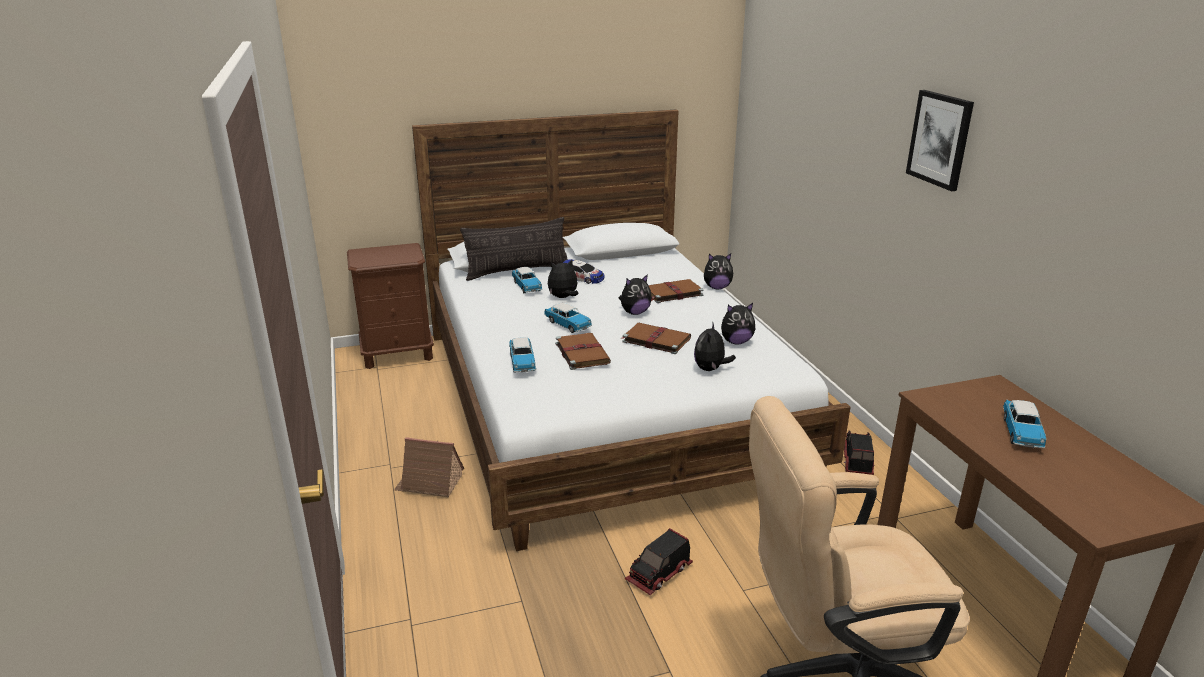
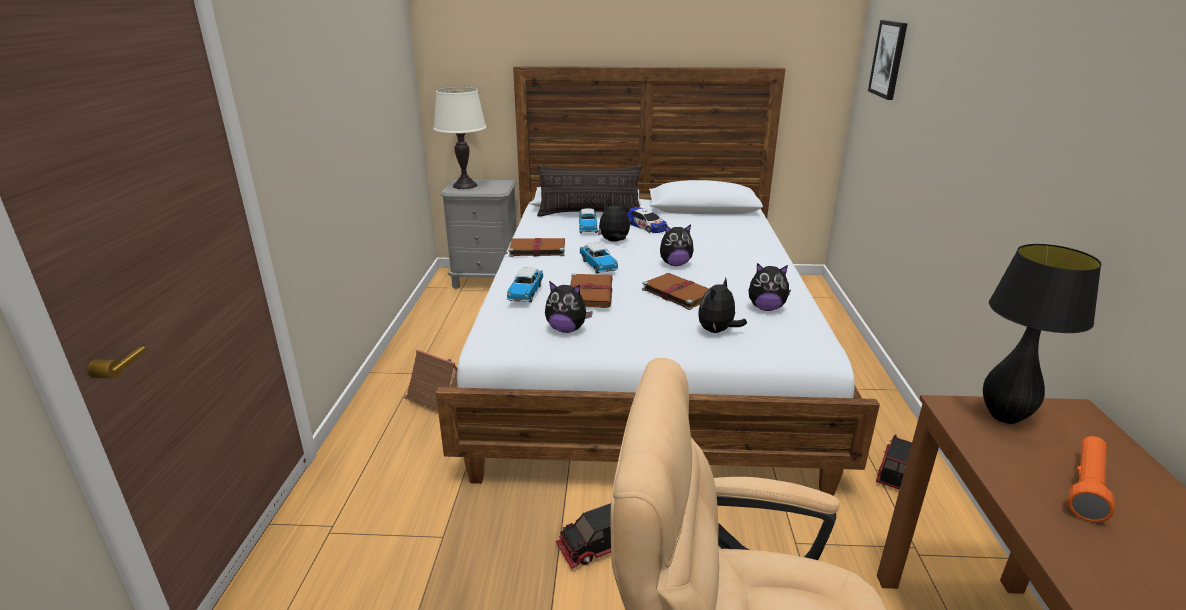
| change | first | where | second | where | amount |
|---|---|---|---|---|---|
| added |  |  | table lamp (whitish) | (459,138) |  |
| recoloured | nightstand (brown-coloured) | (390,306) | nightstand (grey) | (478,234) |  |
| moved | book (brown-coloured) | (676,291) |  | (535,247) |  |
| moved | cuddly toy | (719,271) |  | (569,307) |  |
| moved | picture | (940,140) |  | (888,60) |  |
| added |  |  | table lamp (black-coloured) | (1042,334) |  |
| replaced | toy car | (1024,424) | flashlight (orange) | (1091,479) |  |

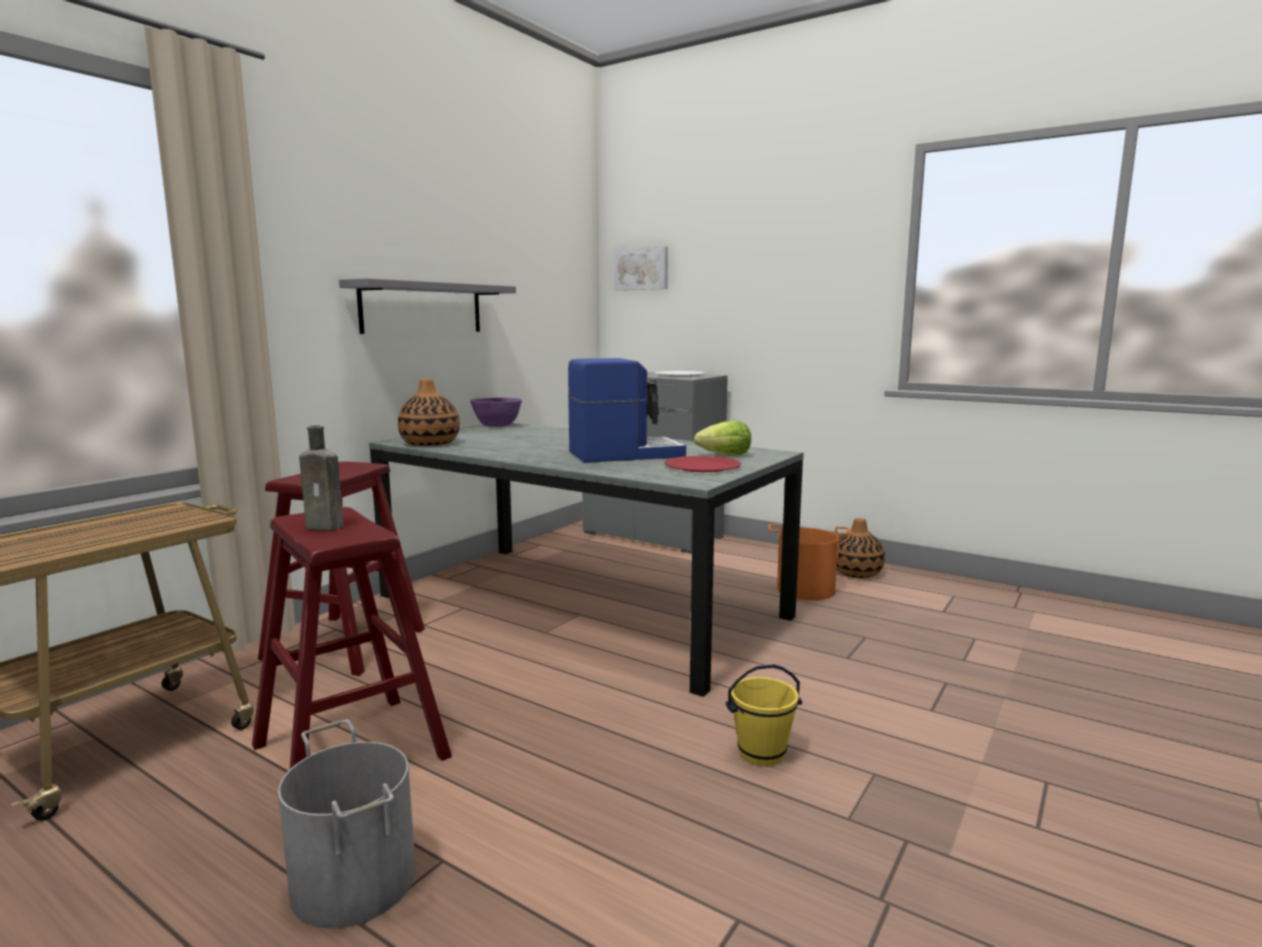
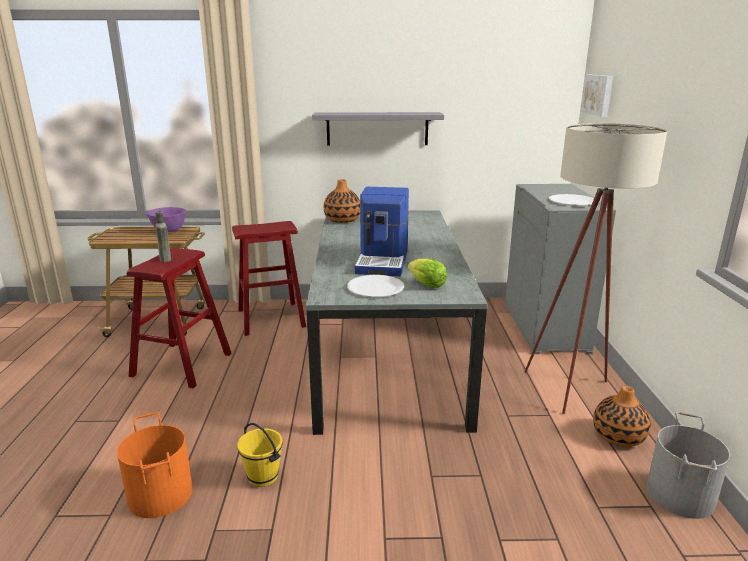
| change | first | where | second | where | amount |
|---|---|---|---|---|---|
| moved | bucket (orange) | (809,562) |  | (155,465) |  |
| moved | deep dish (purple) | (496,412) |  | (166,219) |  |
| recoloured | flat dish (red-coloured) | (702,464) | flat dish (whitish) | (375,286) |  |
| turned | coffee machine | (627,410) |  | (382,231) | 60 degrees clockwise |
| added |  |  | standing lamp (beige) | (595,268) |  |
| moved | bucket (grey) | (347,824) |  | (688,465) |  |

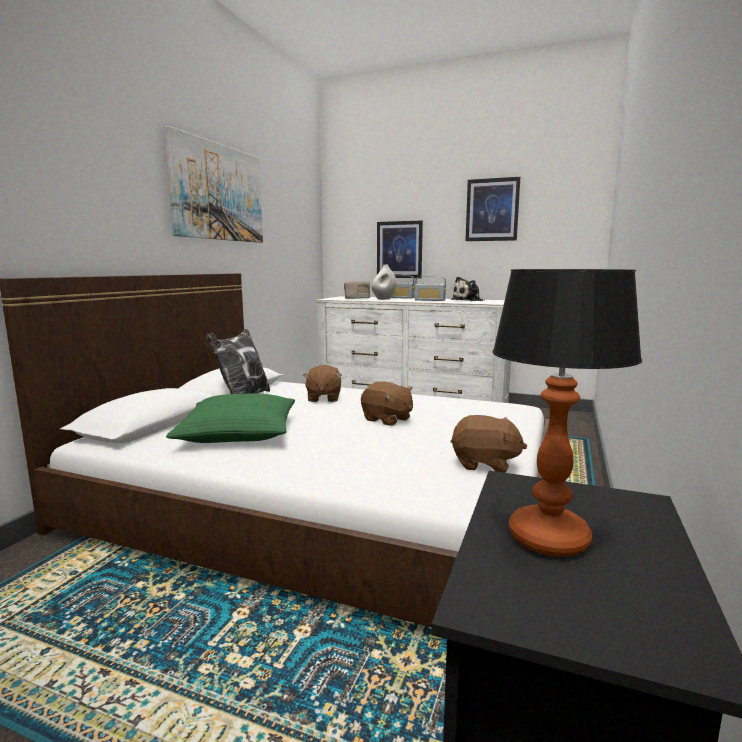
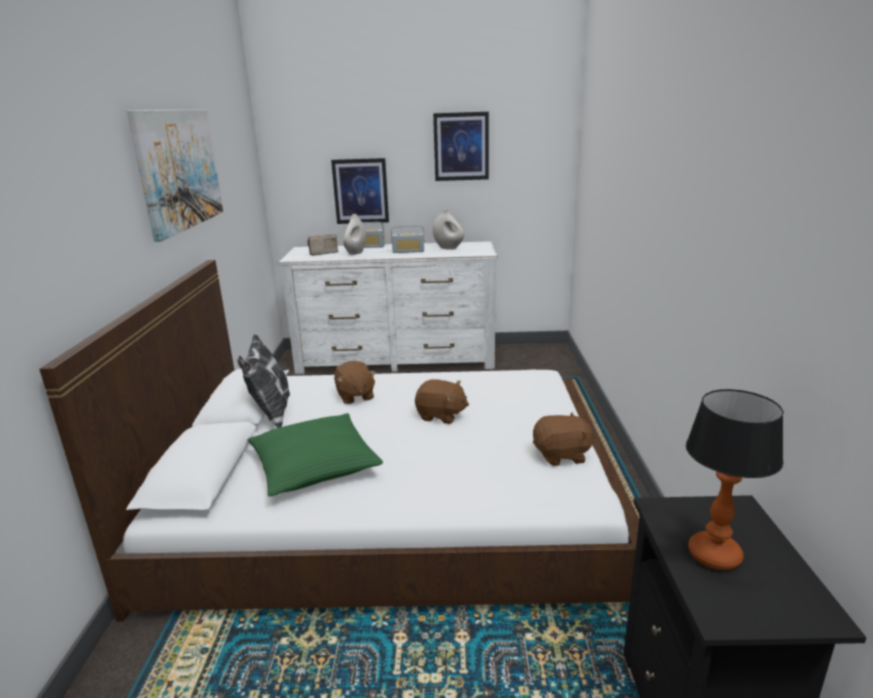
| change | first | where | second | where | amount |
|---|---|---|---|---|---|
| replaced | cuddly toy | (468,289) | decorative vase (whitish) | (448,230) |  |

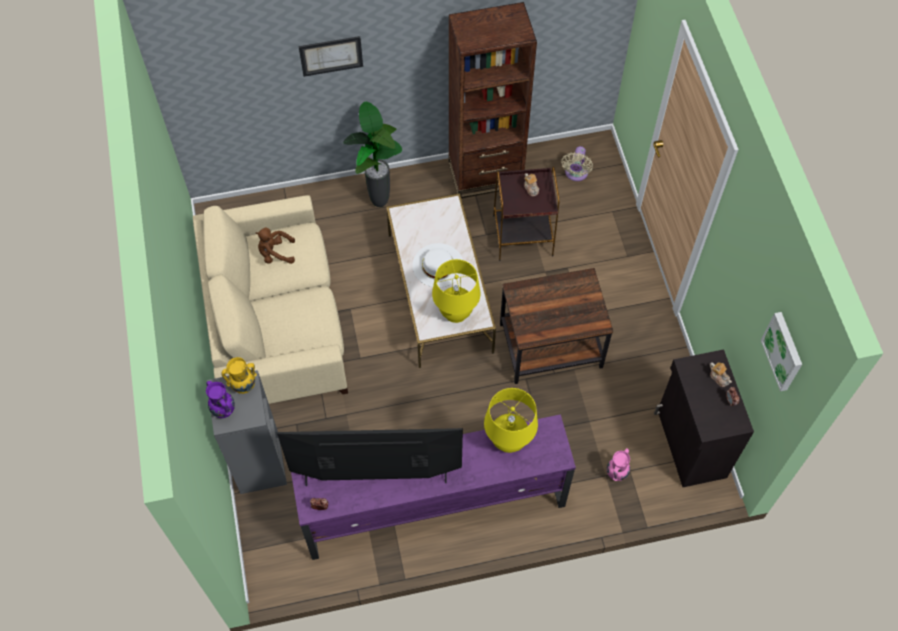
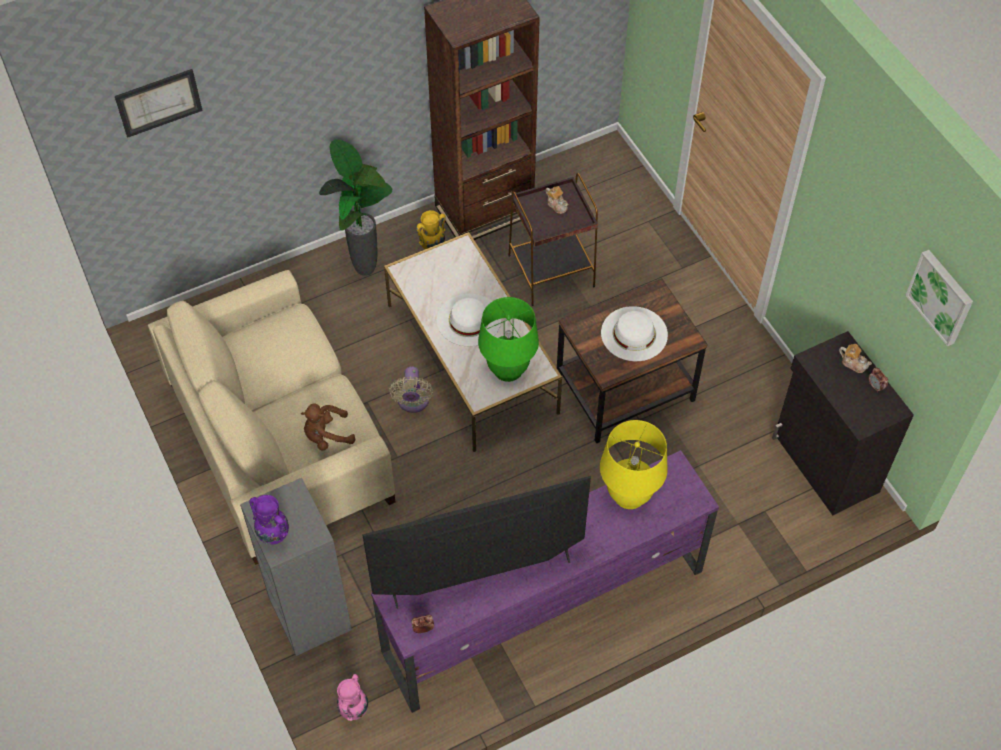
| change | first | where | second | where | amount |
|---|---|---|---|---|---|
| moved | picture | (331,56) |  | (159,103) |  |
| moved | cuddly toy (brown-coloured) | (275,245) |  | (328,427) |  |
| moved | decorative vase (pink-coloured) | (618,464) |  | (352,697) |  |
| moved | fan (beige) | (577,163) |  | (411,389) |  |
| moved | decorative vase (yellow-coloured) | (239,375) |  | (431,229) |  |
| recoloured | table lamp (yellow-coloured) | (456,291) | table lamp (green) | (508,339) |  |
| added |  |  | wearable hat (whitish) | (634,333) |  |

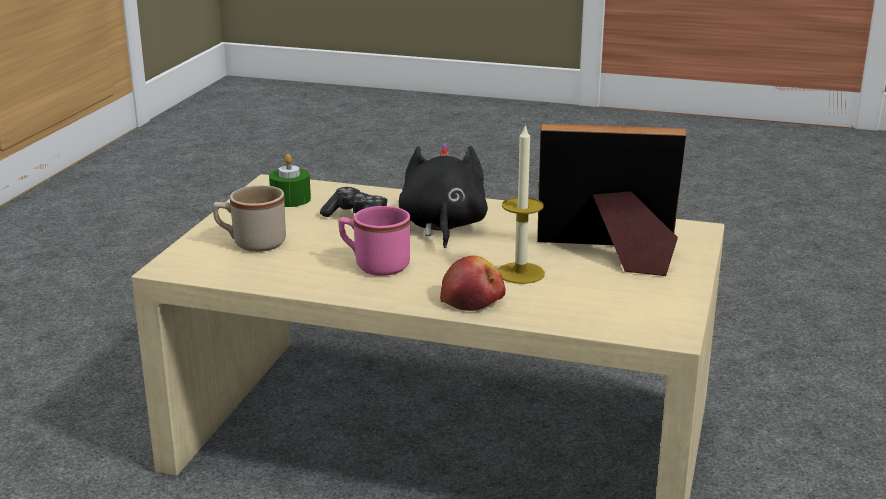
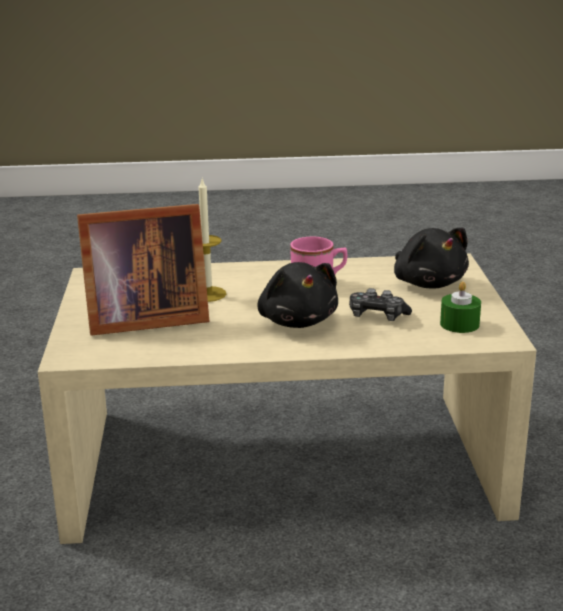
| change | first | where | second | where | amount |
|---|---|---|---|---|---|
| replaced | coffee mug (beige) | (249,218) | cuddly toy (black-coloured) | (431,258) |  |
| removed | apple fruit | (473,283) |  |  |  |

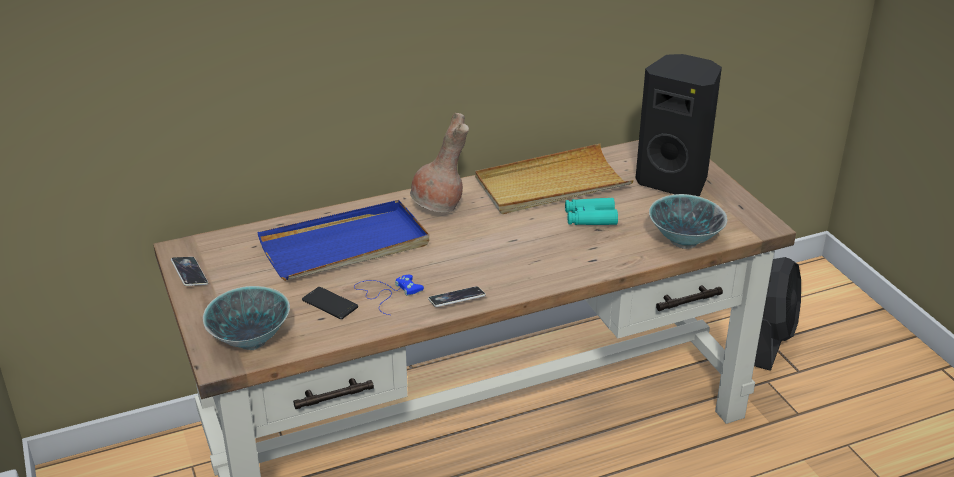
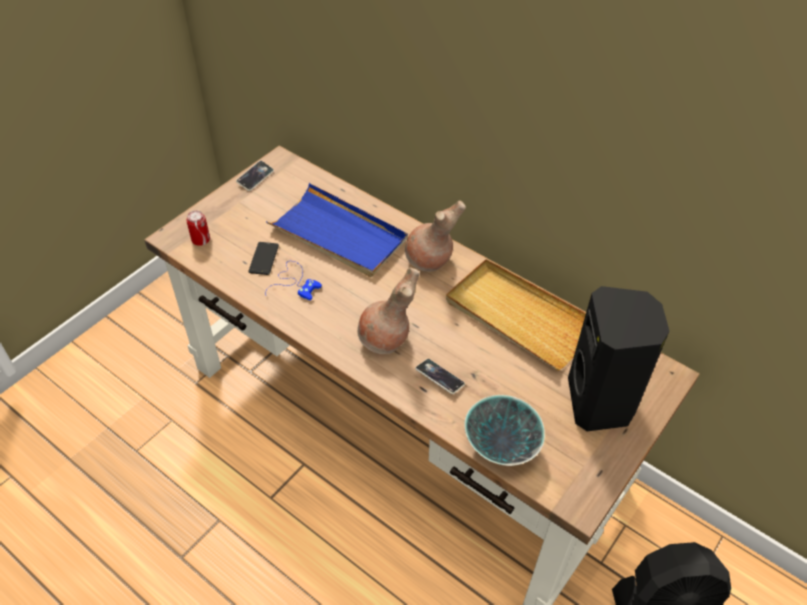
| change | first | where | second | where | amount |
|---|---|---|---|---|---|
| replaced | deep dish | (246,318) | can | (198,228) |  |
| added |  |  | decorative vase (brown-coloured) | (388,310) |  |
| moved | phone | (457,296) |  | (440,376) |  |
| removed | pair of binoculars (blue-green) | (591,211) |  |  |  |

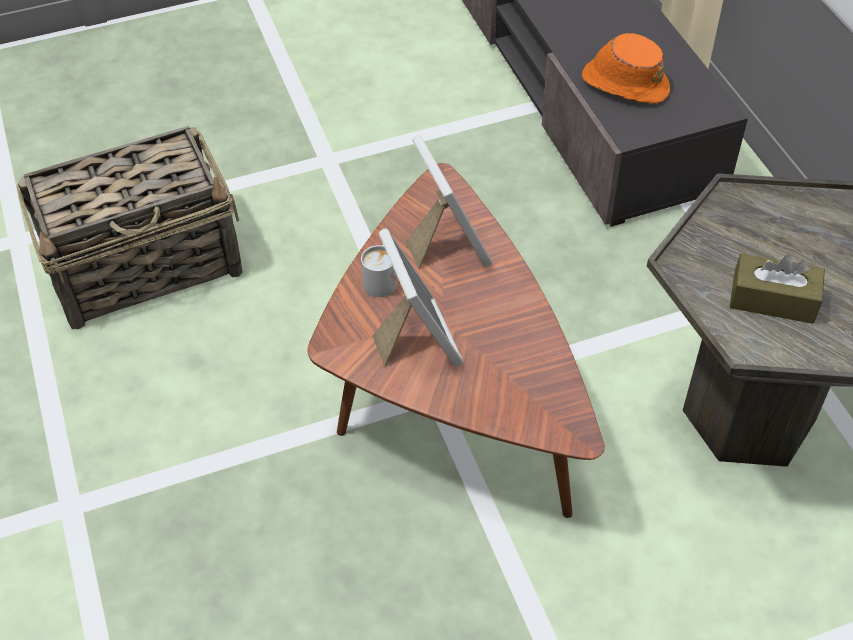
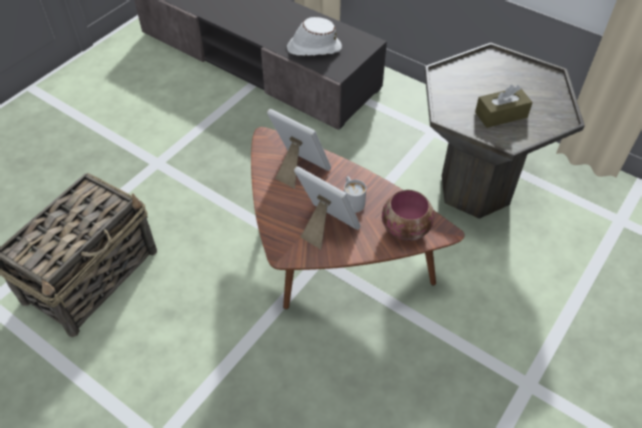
| change | first | where | second | where | amount |
|---|---|---|---|---|---|
| recoloured | wearable hat (orange) | (626,68) | wearable hat (whitish) | (314,36) |  |
| moved | coffee mug (whitish) | (379,271) |  | (355,194) |  |
| added |  |  | deep dish | (408,215) |  |

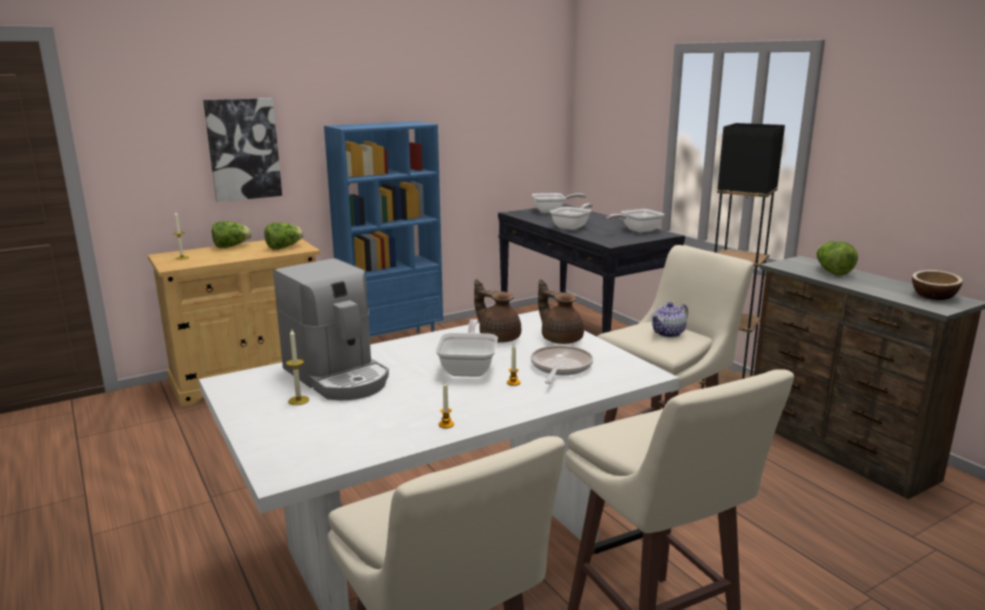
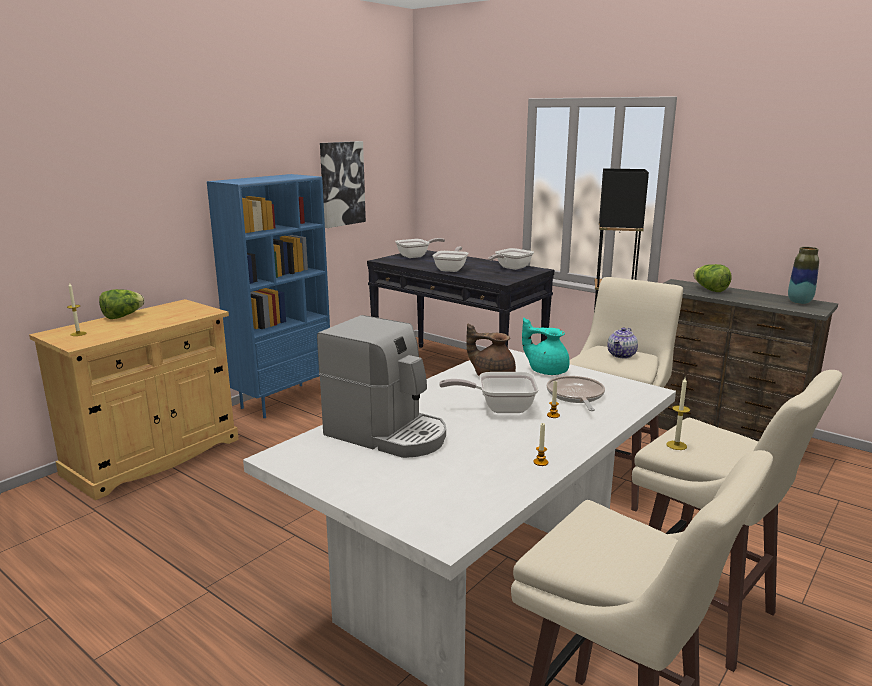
| change | first | where | second | where | amount |
|---|---|---|---|---|---|
| moved | picture | (242,150) |  | (343,184) |  |
| turned | pan | (466,348) |  | (489,392) | 75 degrees counterclockwise |
| recoloured | tea pot (brown-coloured) | (561,311) | tea pot (blue-green) | (546,346) |  |
| moved | wax light | (297,367) |  | (678,414) |  |
| replaced | deep dish | (937,285) | decorative vase | (803,275) |  |
| removed | lettuce | (284,236) |  |  |  |

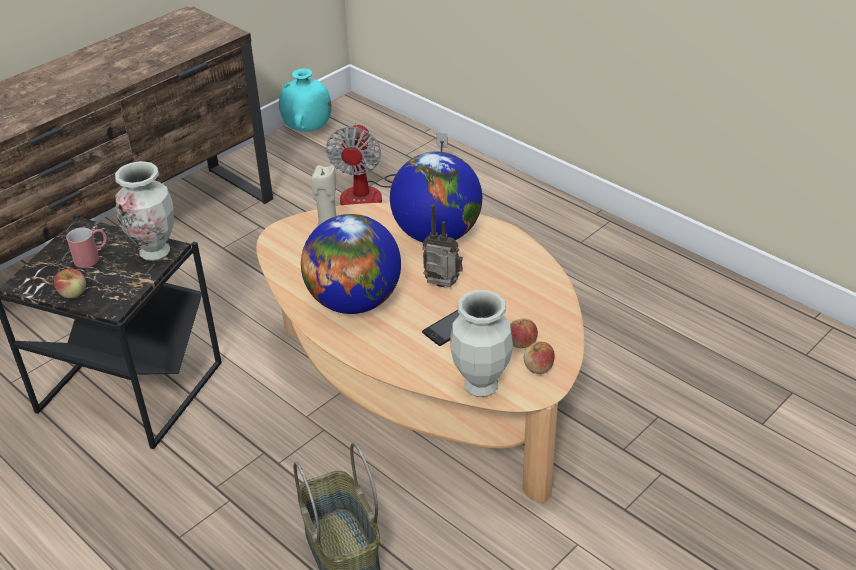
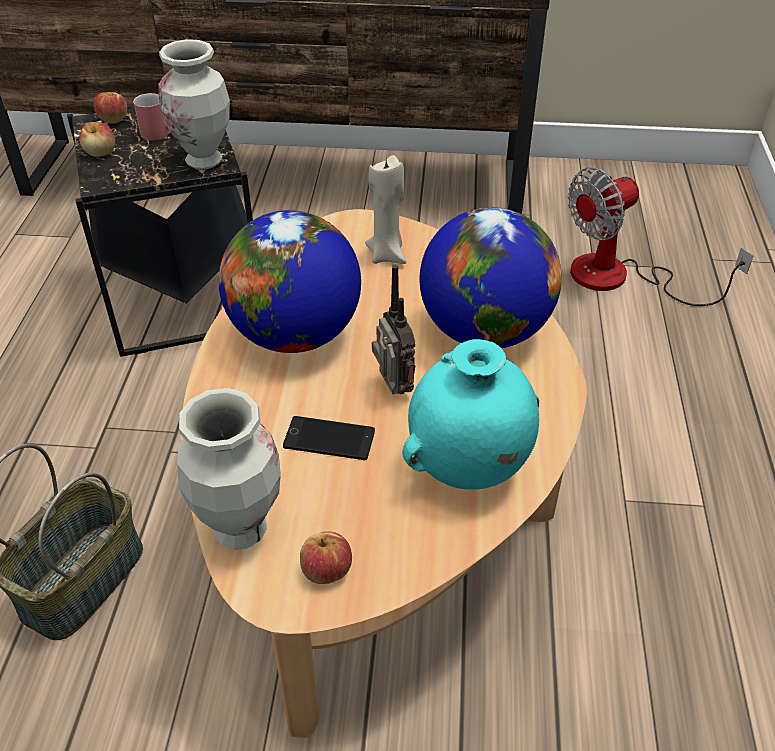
| change | first | where | second | where | amount |
|---|---|---|---|---|---|
| moved | apple fruit | (524,333) |  | (110,108) |  |
| moved | decorative vase (blue-green) | (305,100) |  | (470,414) |  |

